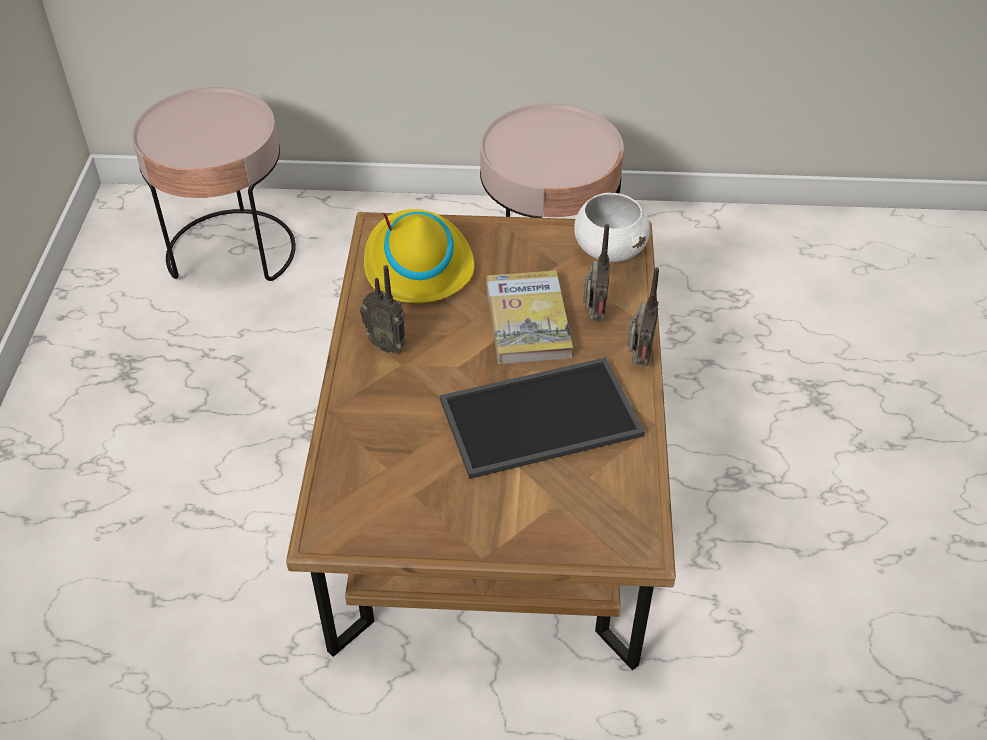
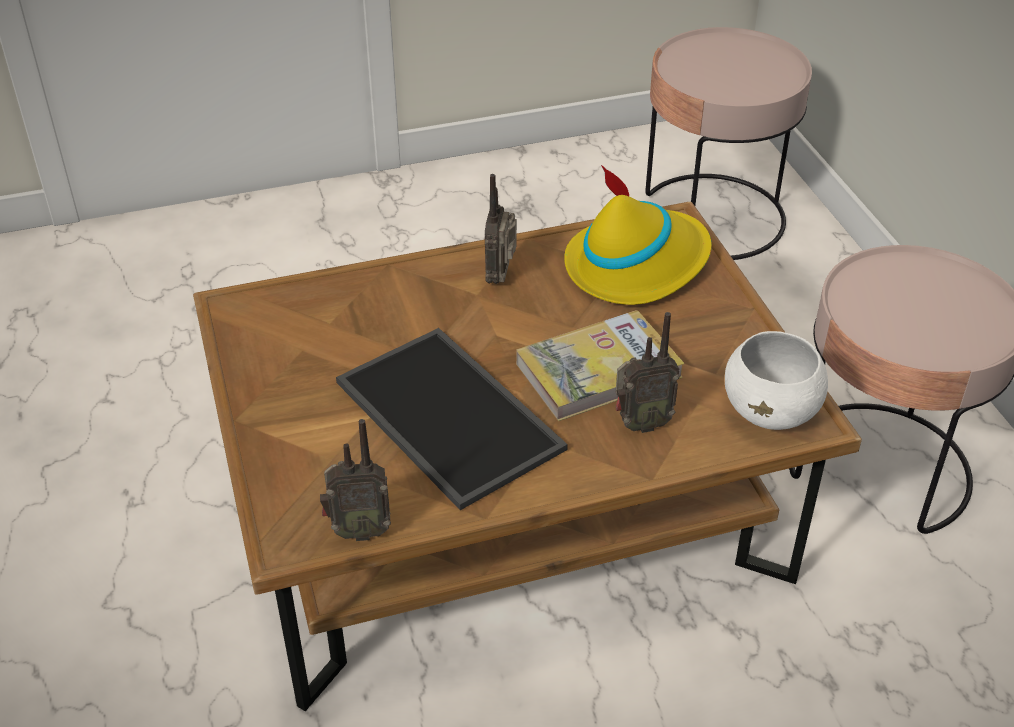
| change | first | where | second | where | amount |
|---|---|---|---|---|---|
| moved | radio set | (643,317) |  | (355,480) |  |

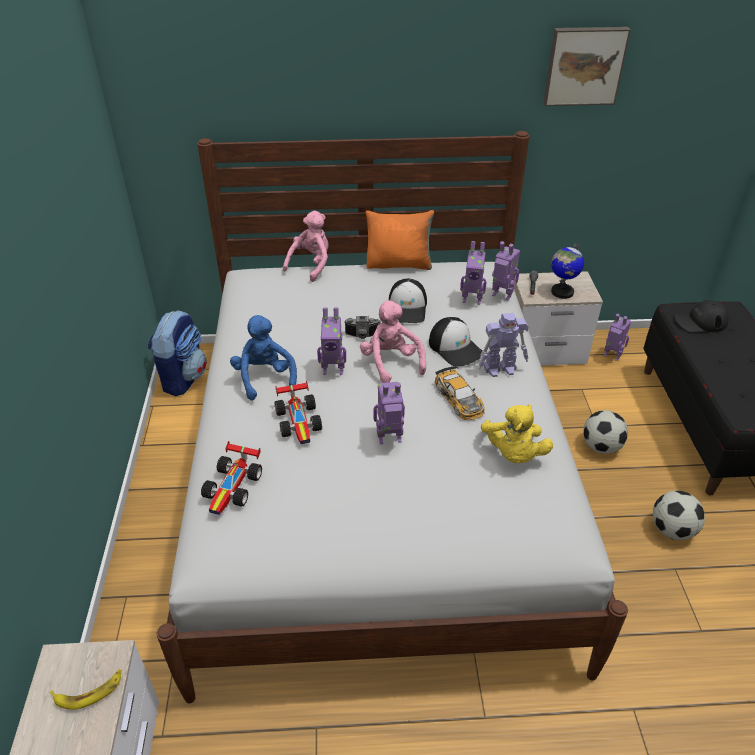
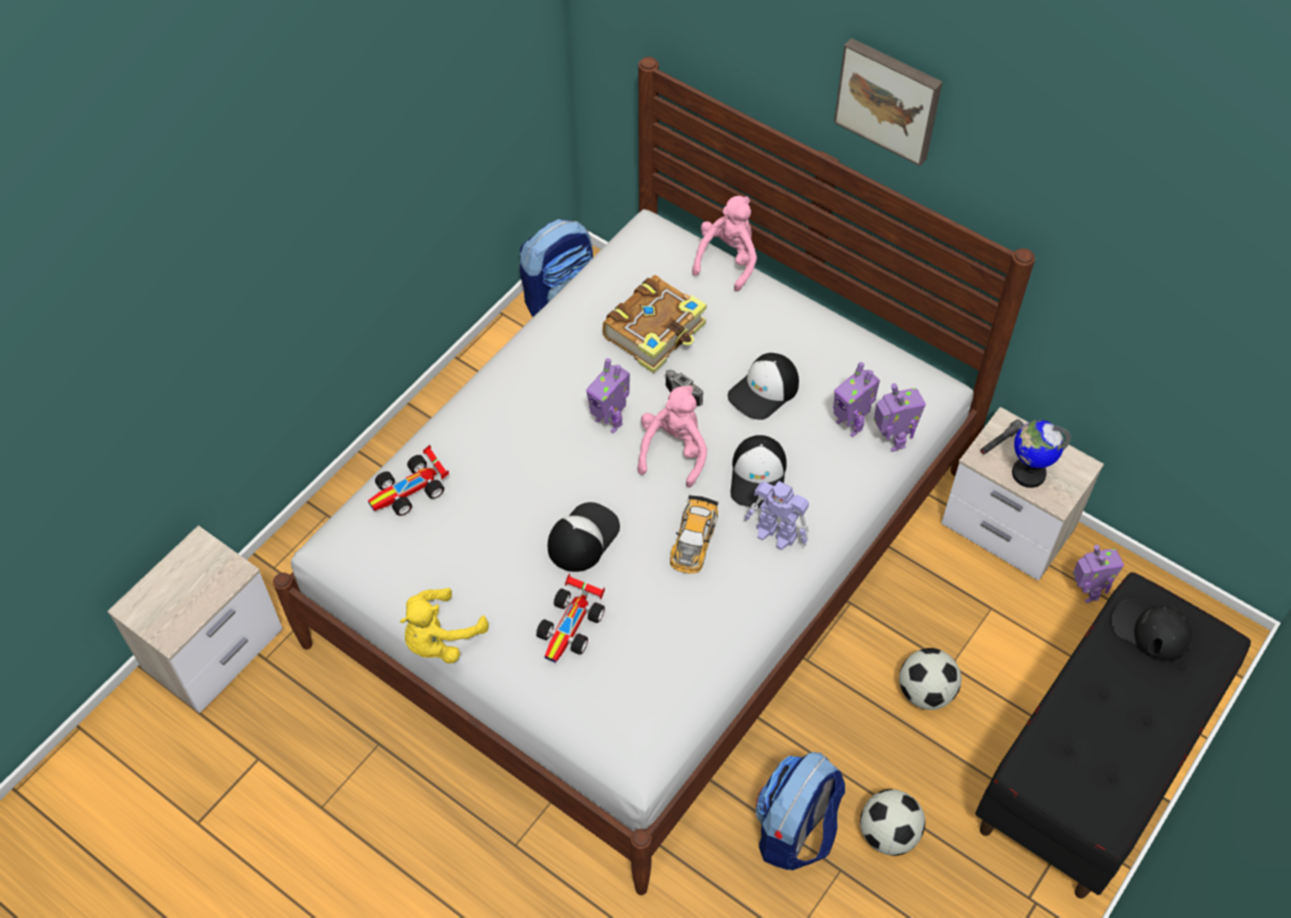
| change | first | where | second | where | amount |
|---|---|---|---|---|---|
| moved | cuddly toy (yellow-coloured) | (517,433) |  | (444,625) |  |
| moved | toy car | (298,412) |  | (570,618) |  |
| replaced | model robot | (389,413) | baseball cap | (584,537) |  |
| added |  |  | book | (655,324) |  |
| turned | cuddly toy (pink-coloured) | (306,246) |  | (724,244) | 45 degrees counterclockwise |
| added |  |  | knapsack | (800,811) |  |
| moved | picture | (587,66) |  | (888,102) |  |
| removed | banana | (85,690) |  |  |  |
| removed | cuddly toy (bluish) | (263,358) |  |  |  |
| removed | throw pillow (orange) | (400,240) |  |  |  |

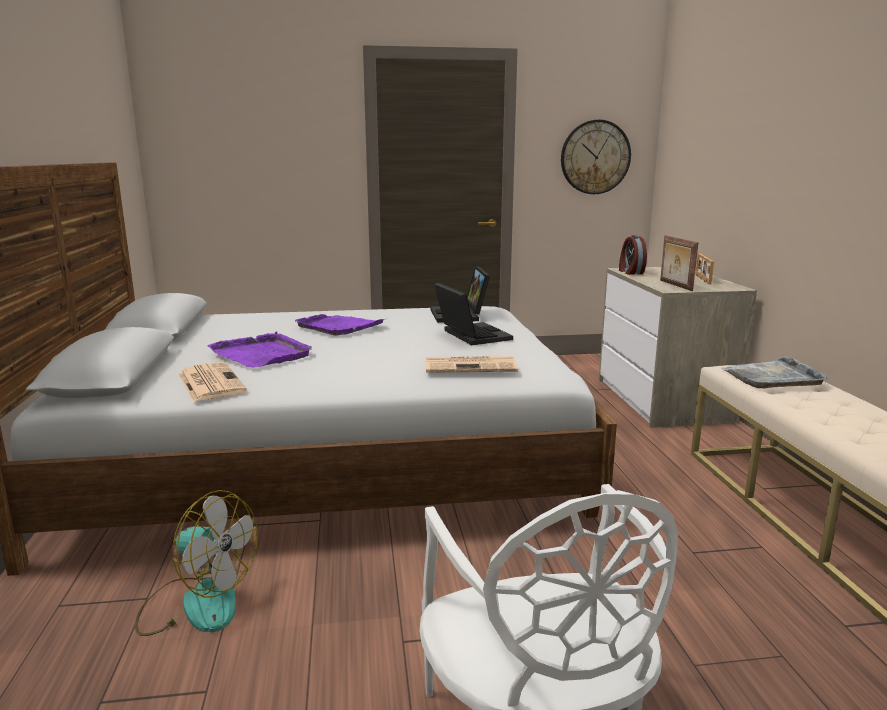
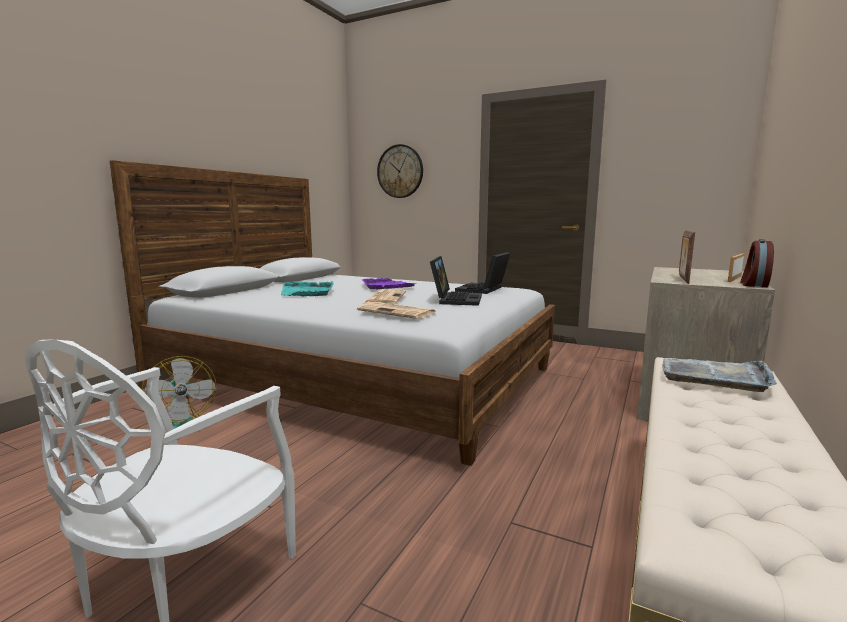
| change | first | where | second | where | amount |
|---|---|---|---|---|---|
| recoloured | carrying tray (purple) | (259,349) | carrying tray (blue-green) | (307,289) |  |
| moved | daily paper | (212,382) |  | (384,296) |  |
| moved | hanging clock | (596,157) |  | (400,171) |  |
| moved | alarm clock | (633,255) |  | (757,263) |  |

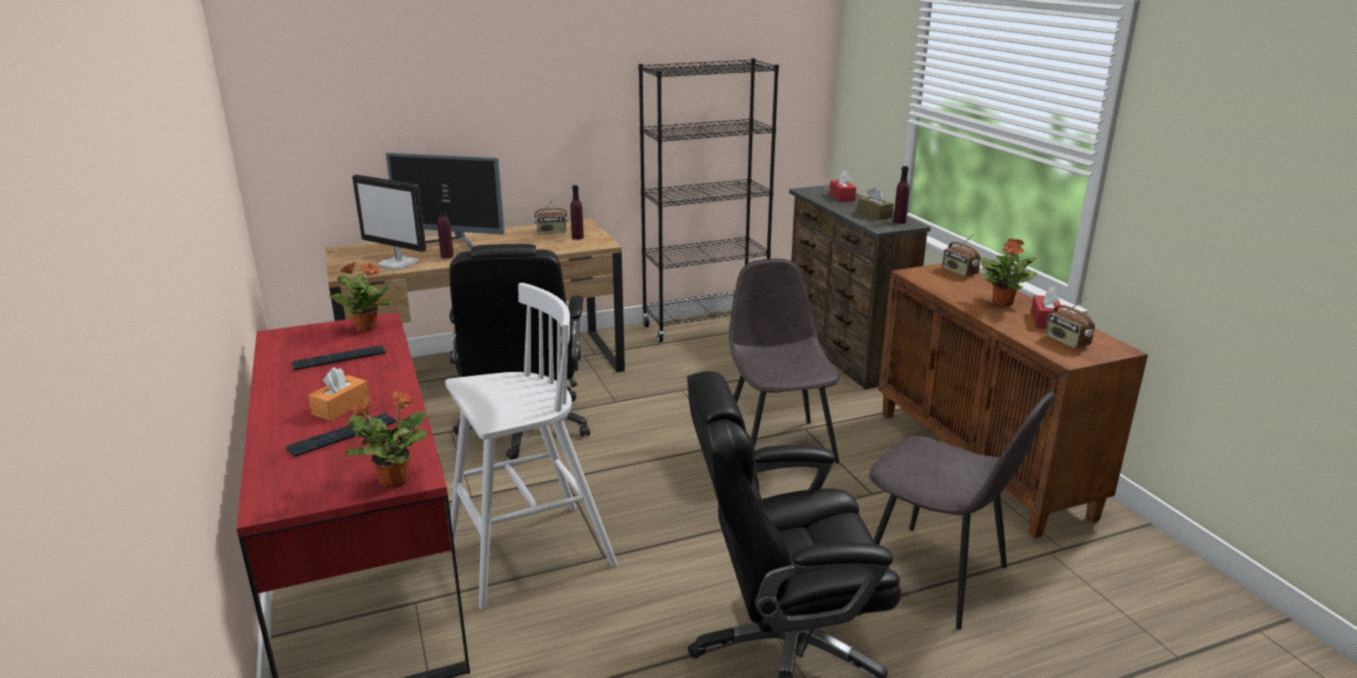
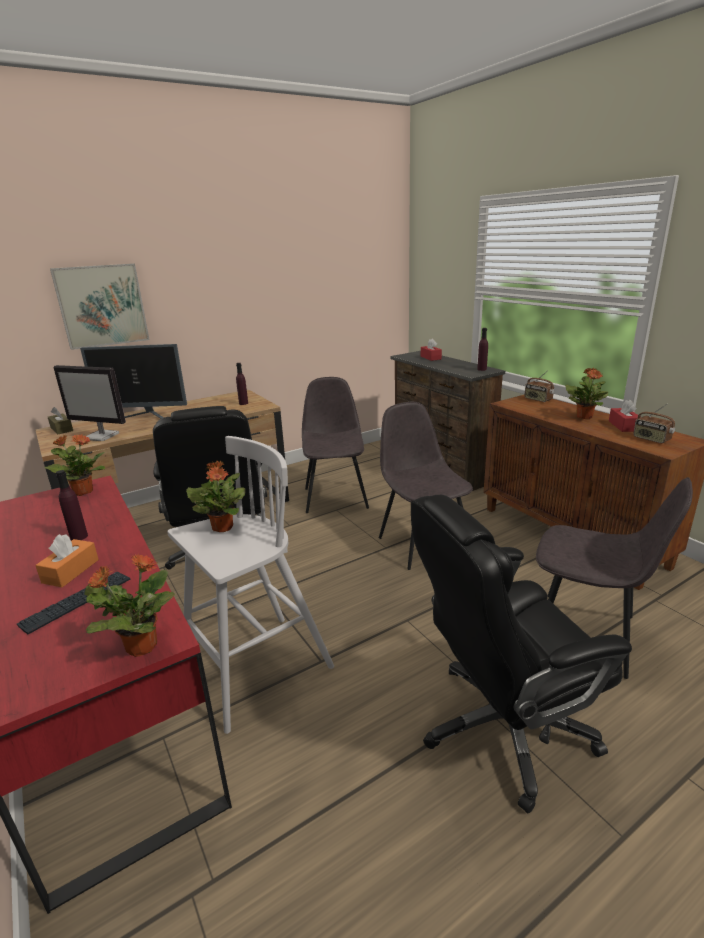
| change | first | where | second | where | amount |
|---|---|---|---|---|---|
| moved | tissue holder (brown-coloured) | (875,203) |  | (60,421) |  |
| added |  |  | picture | (99,306) |  |
| moved | beverage bottle (purple) | (445,230) |  | (72,505) |  |
| added |  |  | potted plant | (216,496) |  |
| added |  |  | plain chair (grey) | (335,445) |  |
| removed | PC keyboard | (339,357) |  |  |  |
| removed | radio set | (551,215) |  |  |  |
| removed | bookshelf (black-coloured) | (709,200) |  |  |  |

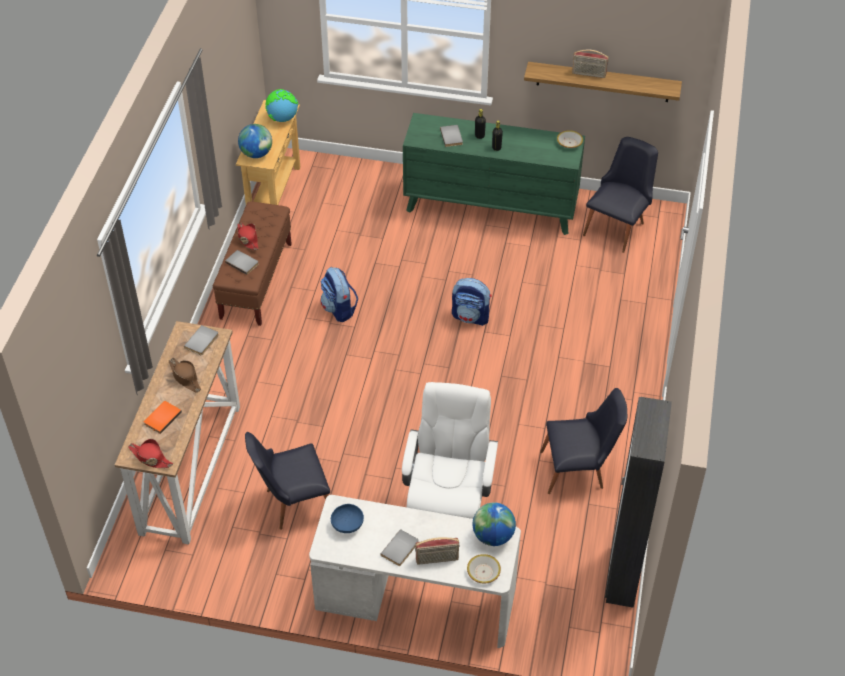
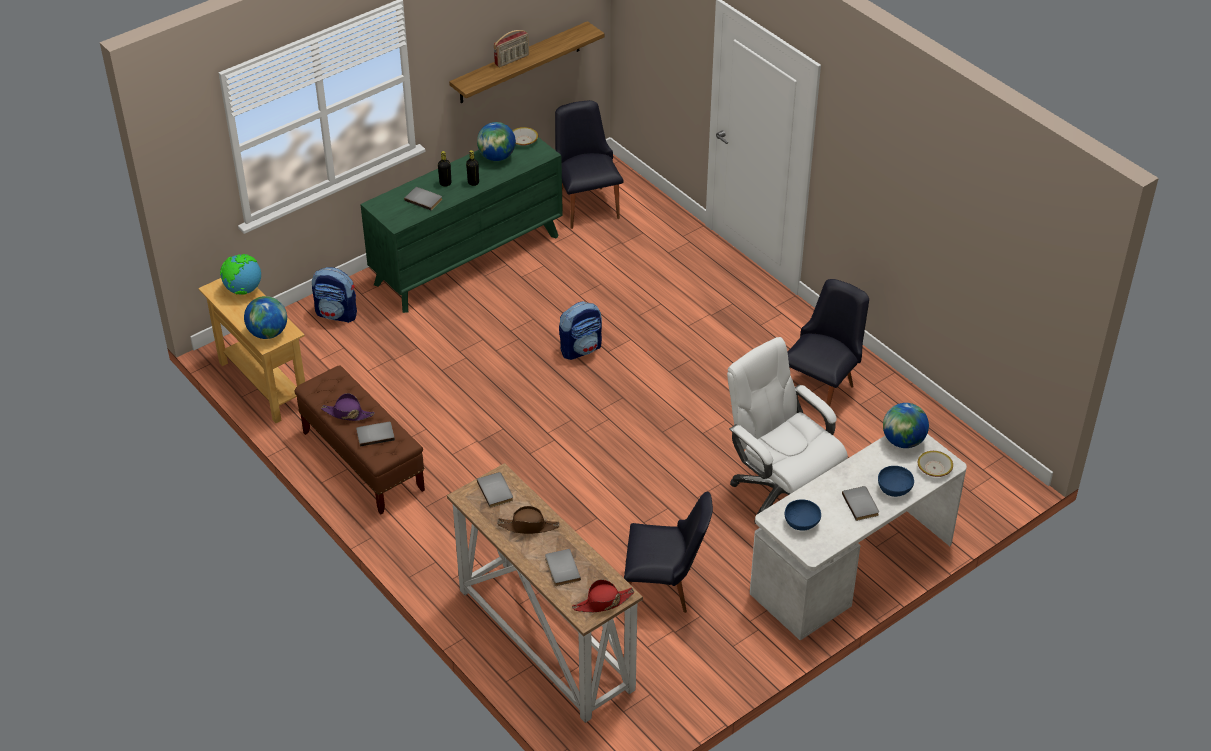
| change | first | where | second | where | amount |
|---|---|---|---|---|---|
| moved | knapsack | (339,294) |  | (334,295) |  |
| recoloured | wearable hat (red-coloured) | (248,236) | wearable hat (purple) | (348,407) |  |
| added |  |  | globe | (496,141) |  |
| recoloured | book (orange) | (163,417) | book (grey) | (563,567) |  |
| turned | plain chair (black-coloured) | (287,481) |  | (668,552) | 105 degrees counterclockwise |
| replaced | radio set | (437,551) | deep dish (bluish) | (896,481) |  |
| removed | clothes cupboard (black-coloured) | (638,502) |  |  |  |

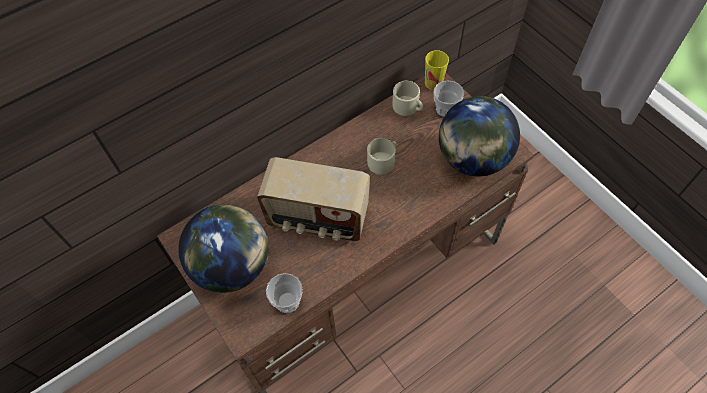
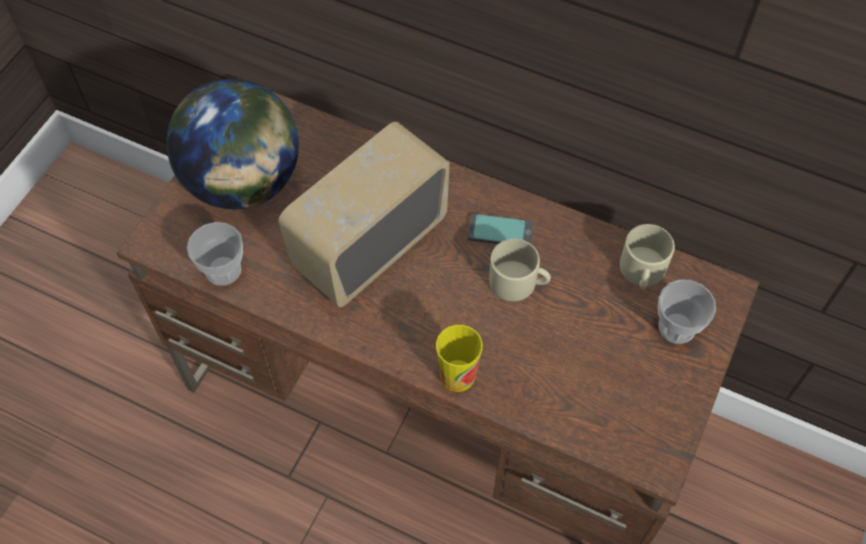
| change | first | where | second | where | amount |
|---|---|---|---|---|---|
| turned | radio set | (313,199) |  | (364,214) | 60 degrees clockwise |
| moved | cup | (437,70) |  | (459,358) |  |
| added |  |  | phone | (501,228) |  |
| removed | globe | (479,136) |  |  |  |

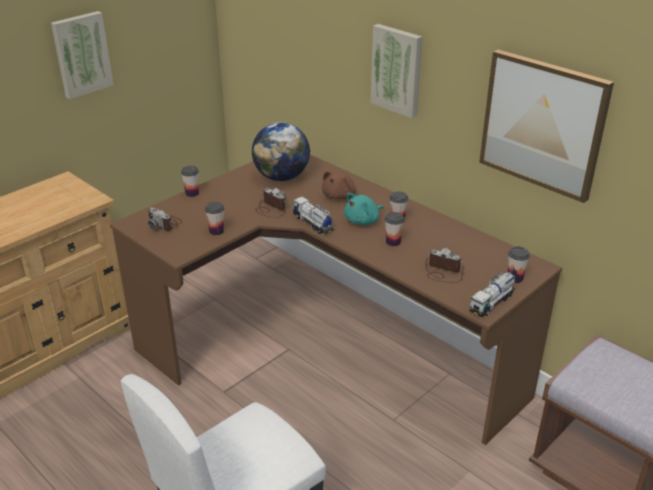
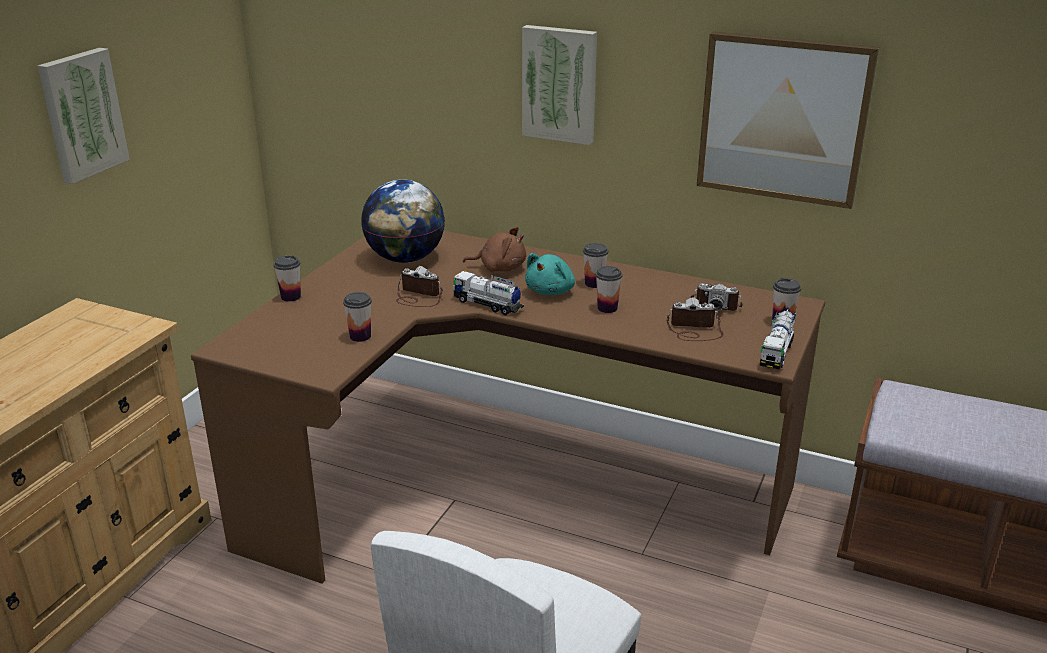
| change | first | where | second | where | amount |
|---|---|---|---|---|---|
| turned | cuddly toy (brown-coloured) | (339,185) |  | (494,249) | 90 degrees counterclockwise |
| moved | still camera | (165,219) |  | (716,297) |  |

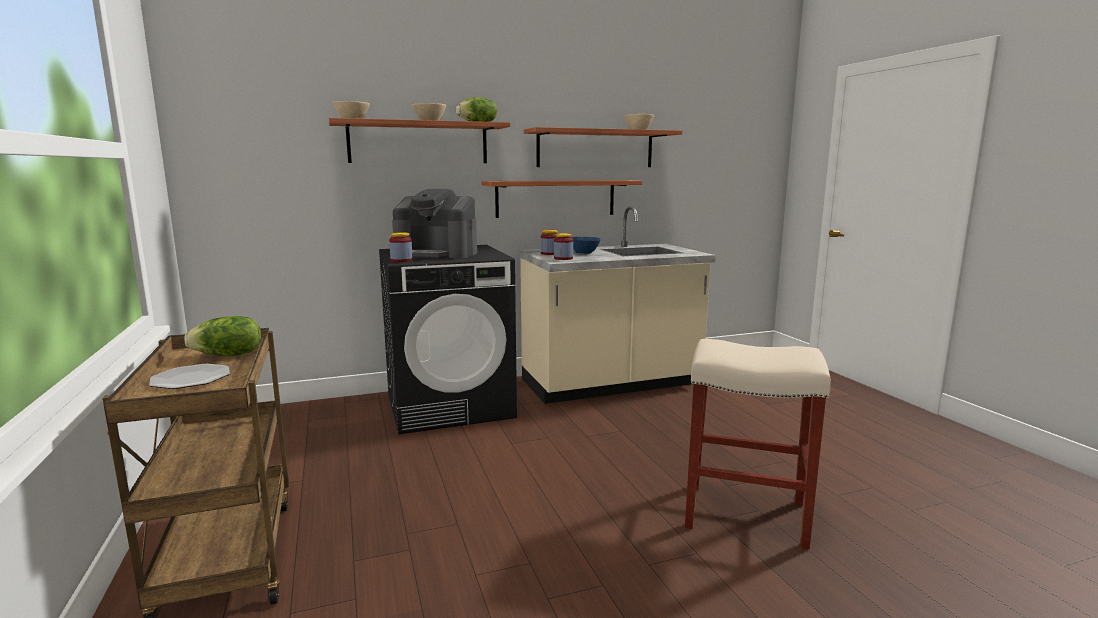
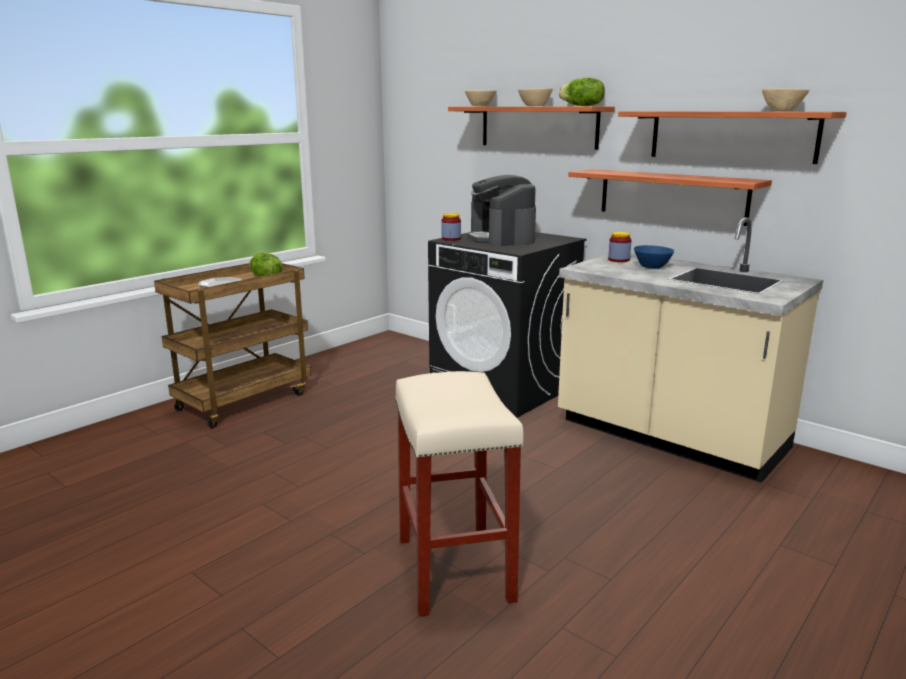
| change | first | where | second | where | amount |
|---|---|---|---|---|---|
| removed | storage jar | (563,246) |  |  |  |

